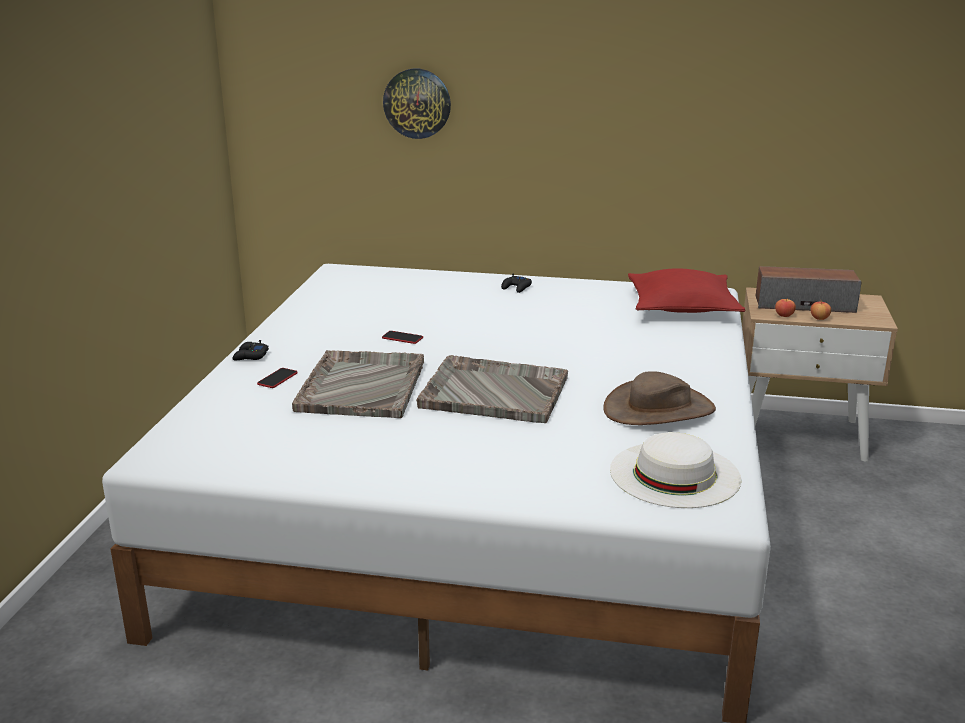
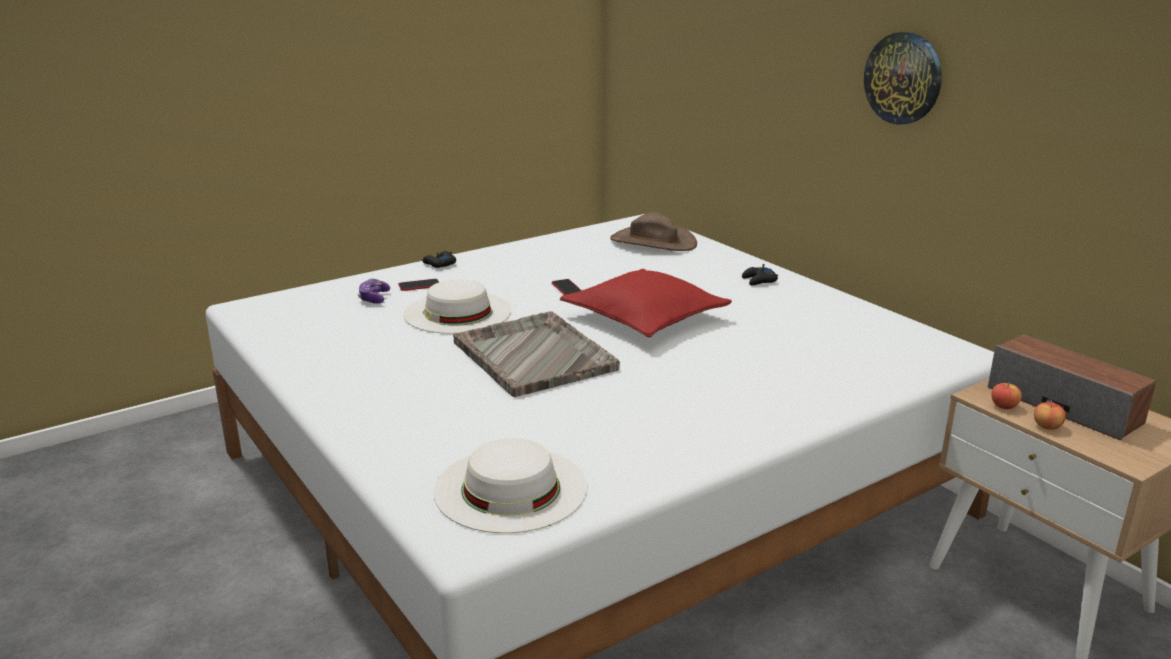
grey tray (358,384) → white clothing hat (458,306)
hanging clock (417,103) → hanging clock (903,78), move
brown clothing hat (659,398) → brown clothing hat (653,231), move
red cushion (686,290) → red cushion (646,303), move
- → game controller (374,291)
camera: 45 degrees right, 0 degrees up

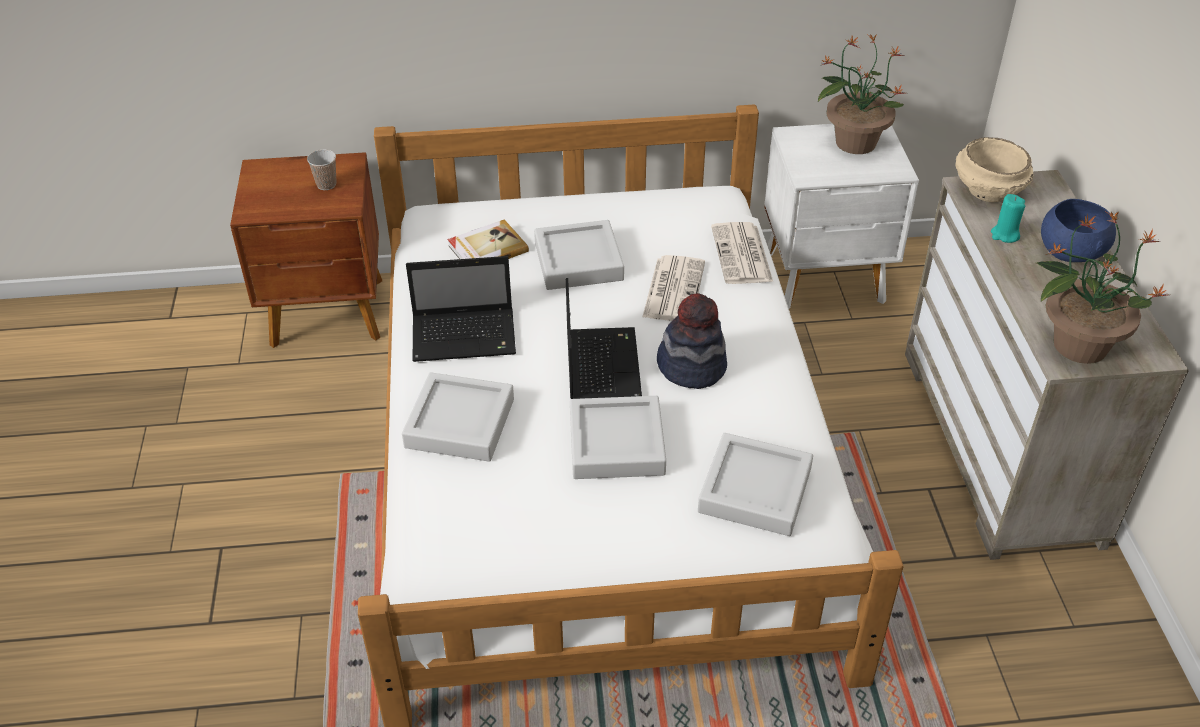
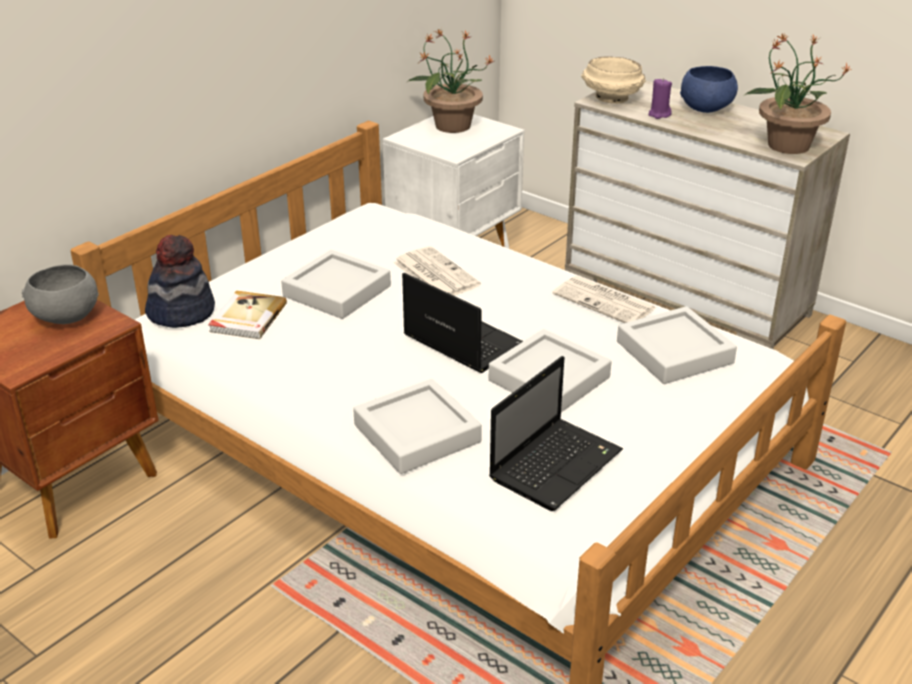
drinking cup (321,169) → grey serving bowl (60,294)
notebook computer (461,309) → notebook computer (556,433), move
clothing hat (692,341) → clothing hat (180,281), move
daily paper (742,253) → daily paper (604,299), move
turquoise-coloured wax light (1008,218) → purple-coloured wax light (660,98)
camera: 45 degrees left, 10 degrees down

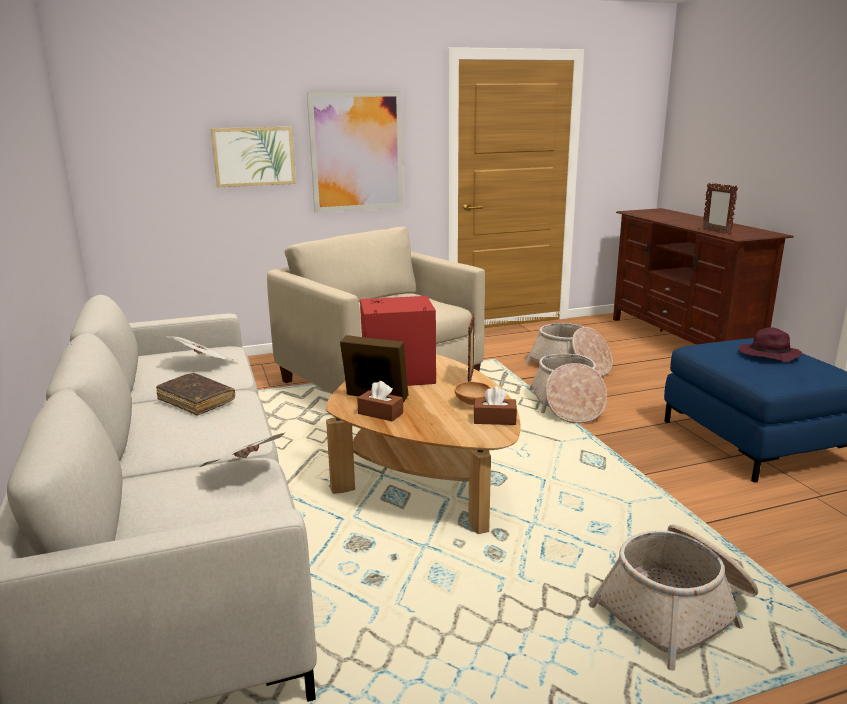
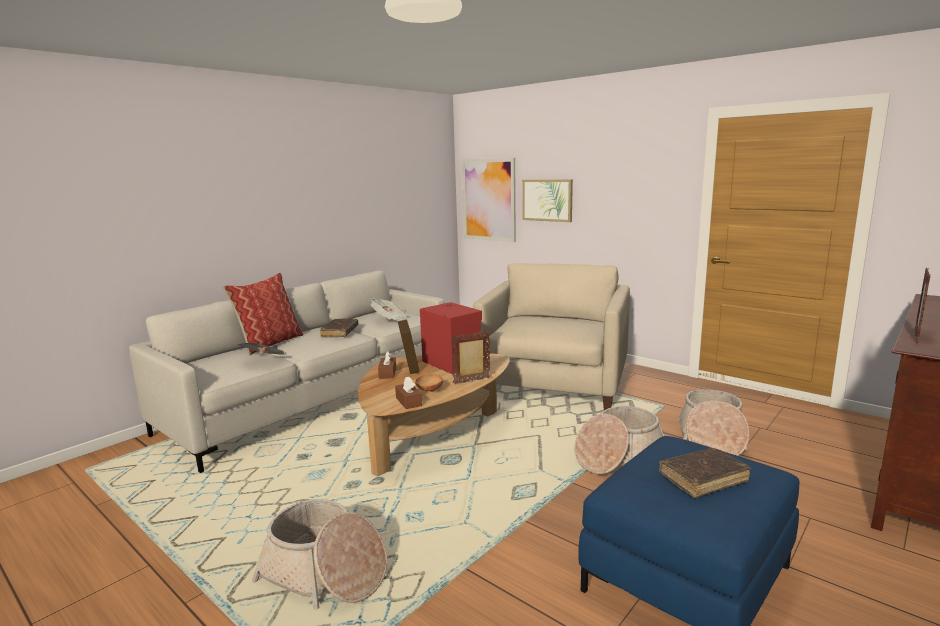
wall art (355,152) → wall art (489,200), move
purple-coloured clothing hat (770,344) → brown book (705,473)
- → cushion (263,314)
camera: 60 degrees right, 5 degrees down

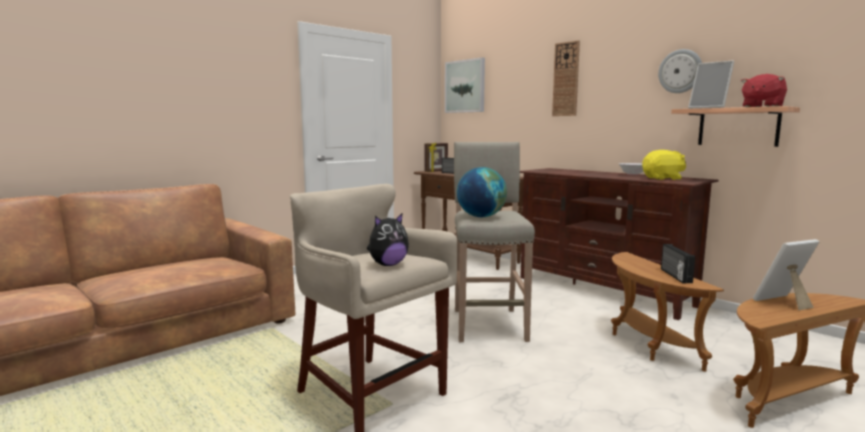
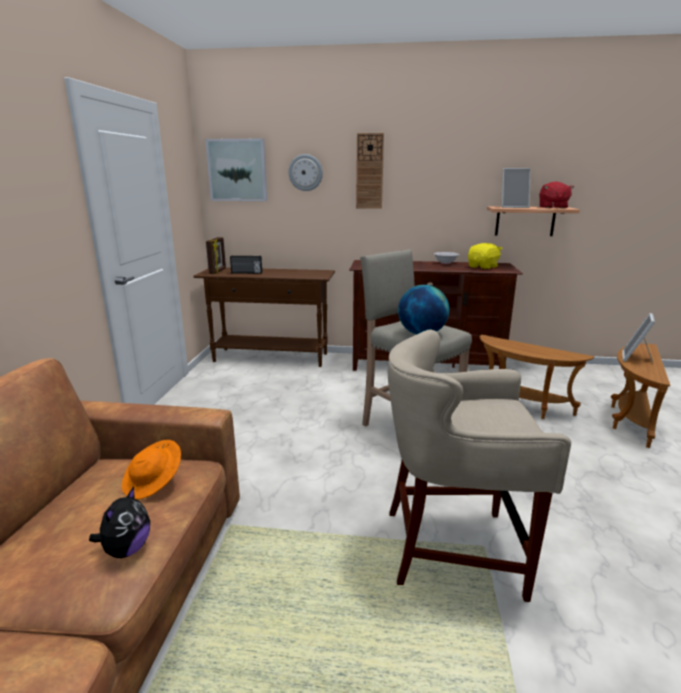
plush toy (388,239) → plush toy (119,522), move
hanging clock (680,71) → hanging clock (305,172), move
radio receiver (678,263) → -
- → orange clothing hat (151,470)
camera: 40 degrees left, 10 degrees up

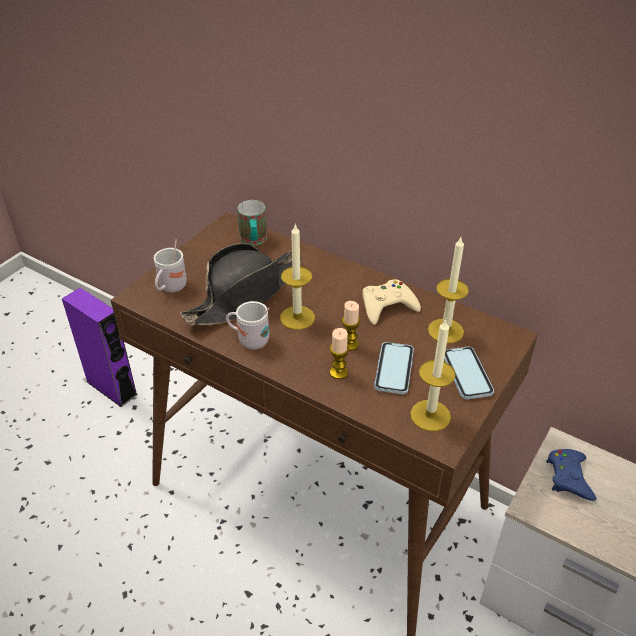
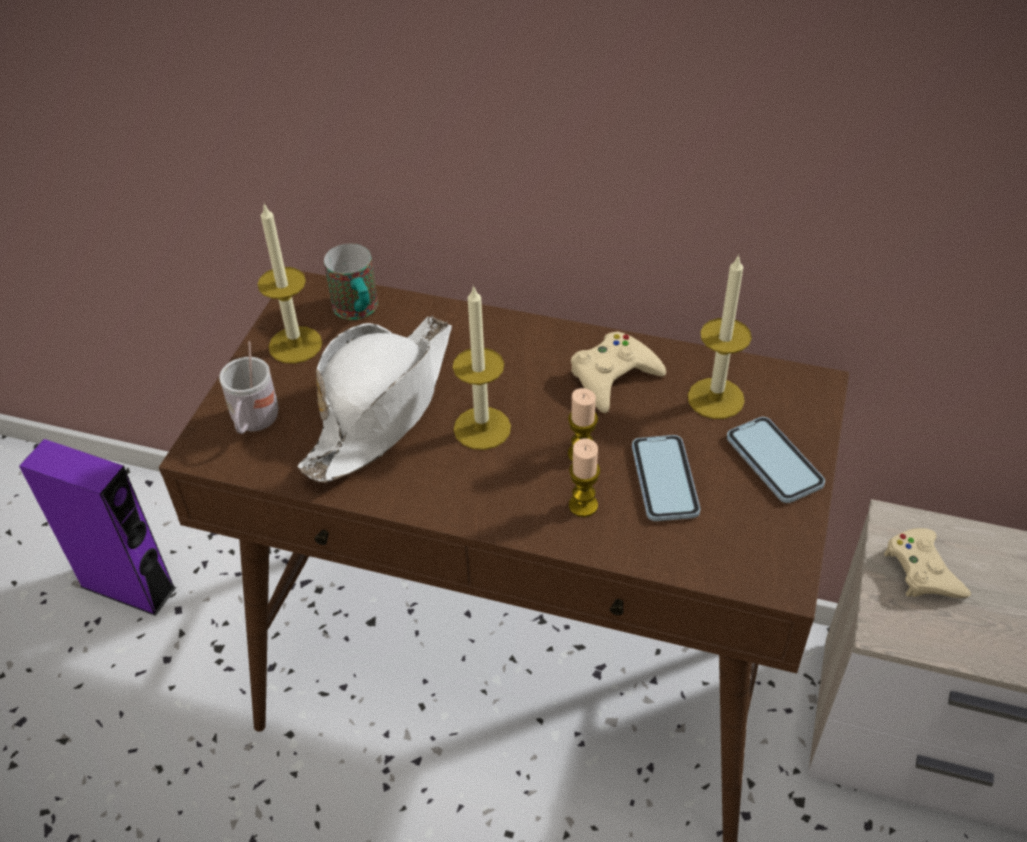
black clothing hat (241,284) → white clothing hat (374,399)
white mug (248,325) → -
wax light (433,375) → wax light (290,283), move
bluish game controller (571,475) → sand-coloured game controller (927,563)
camera: 15 degrees left, 5 degrees up

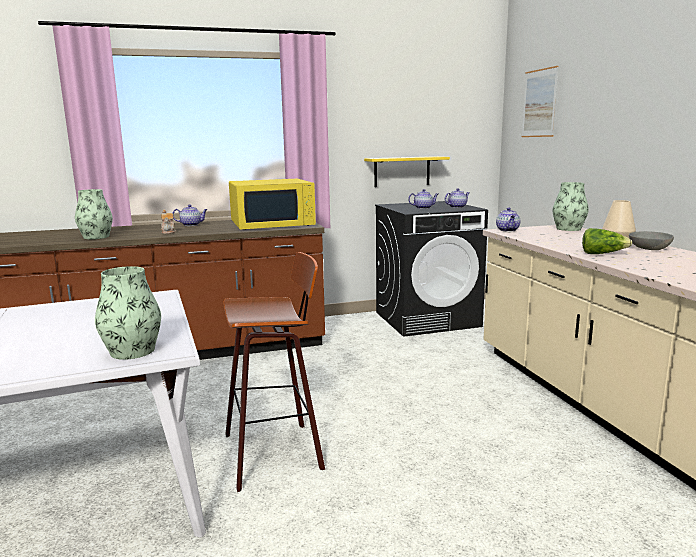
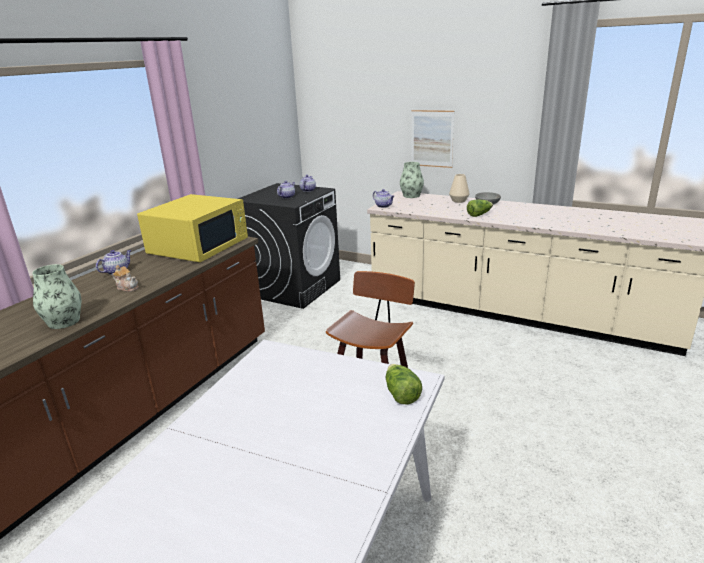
vase (128,313) → lettuce head (404,384)
yellow shelf (407,171) → -
wall art (540,101) → wall art (432,139), move
camera: 45 degrees left, 10 degrees up

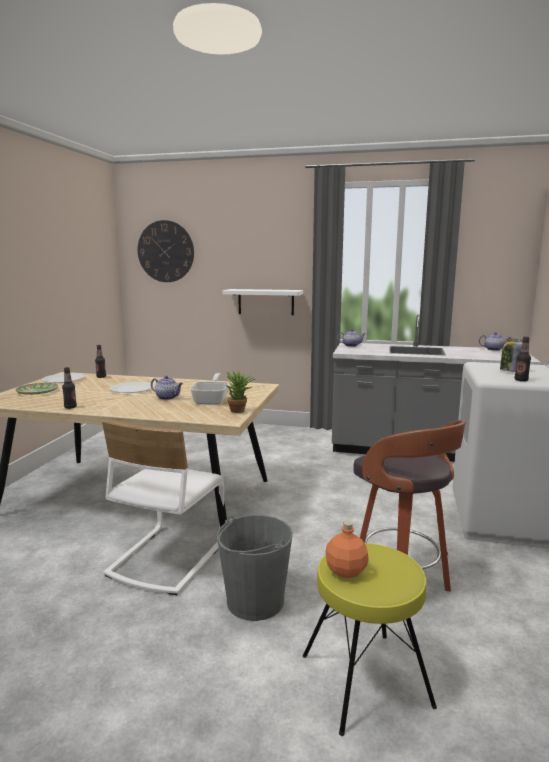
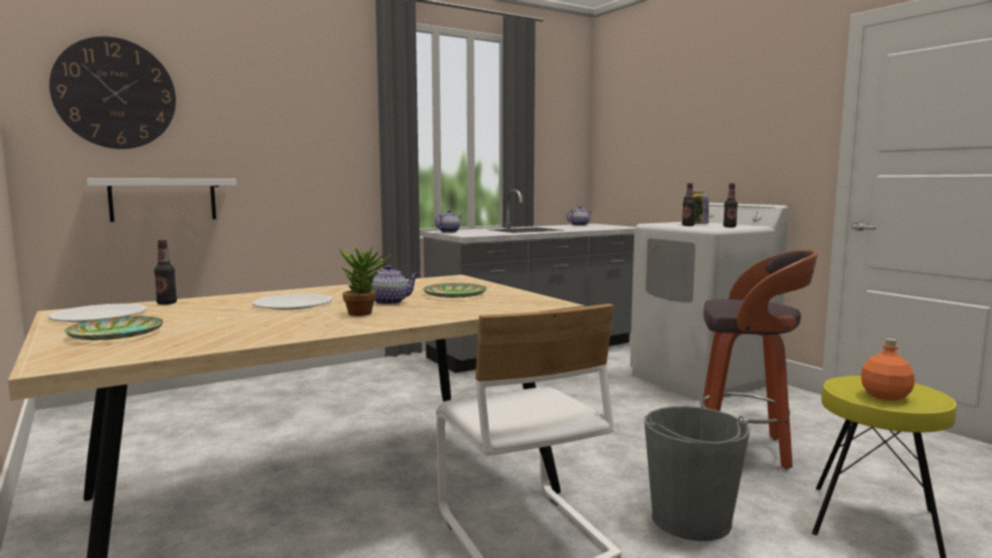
beverage bottle (69,388) → beverage bottle (689,204), move
skillet (209,389) → plate (455,290)
white shelf (263,302) → white shelf (162,200), move
potted plant (240,391) → potted plant (364,281), move
camera: 45 degrees left, 5 degrees down

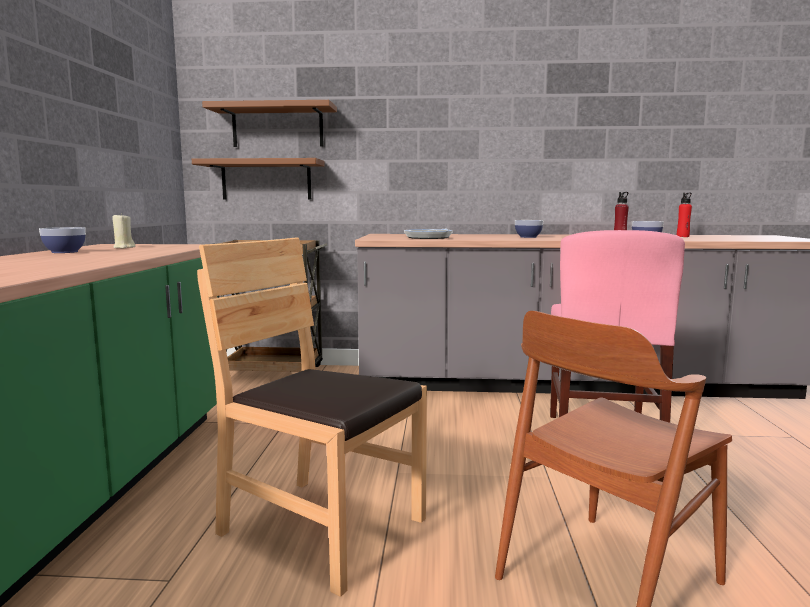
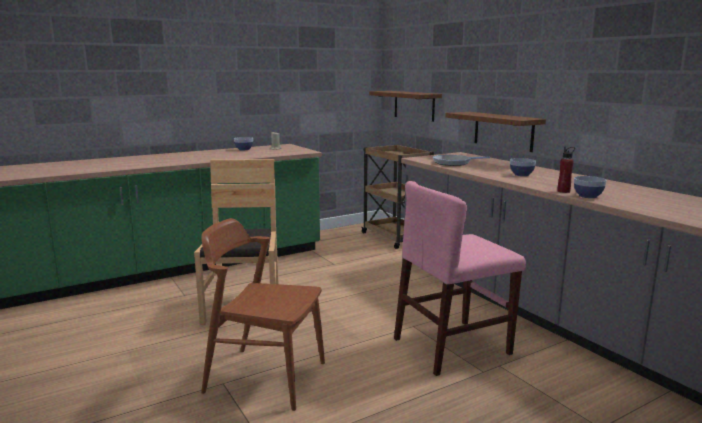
brown shelf (269,123) → brown shelf (495,132), move
red beverage bottle (684,215) → -
camera: 55 degrees right, 5 degrees up

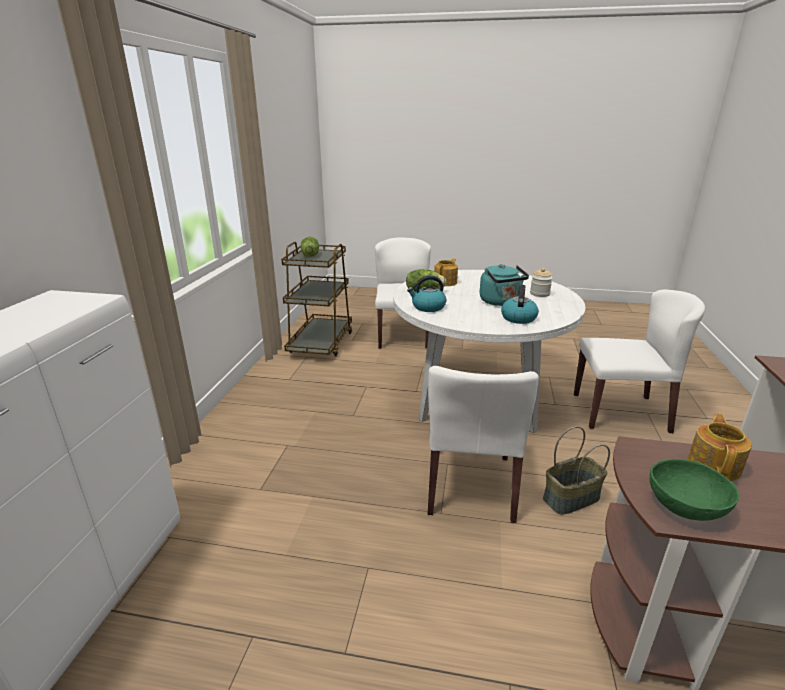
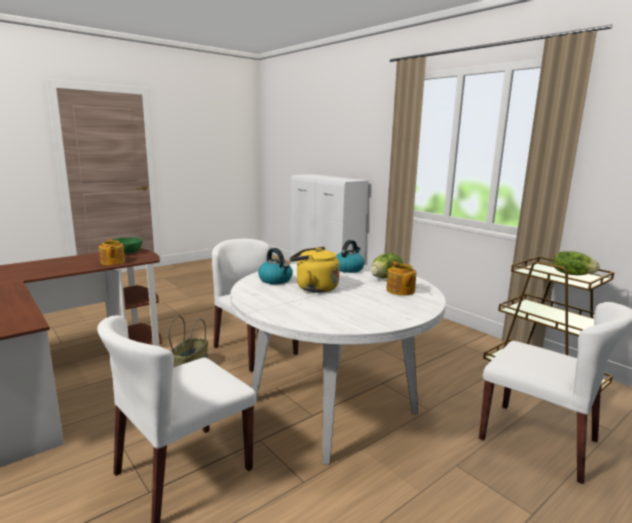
turquoise-coloured water kettle (504,285) → yellow water kettle (315,270)
storage jar (541,282) → -
camera: 130 degrees right, 10 degrees down

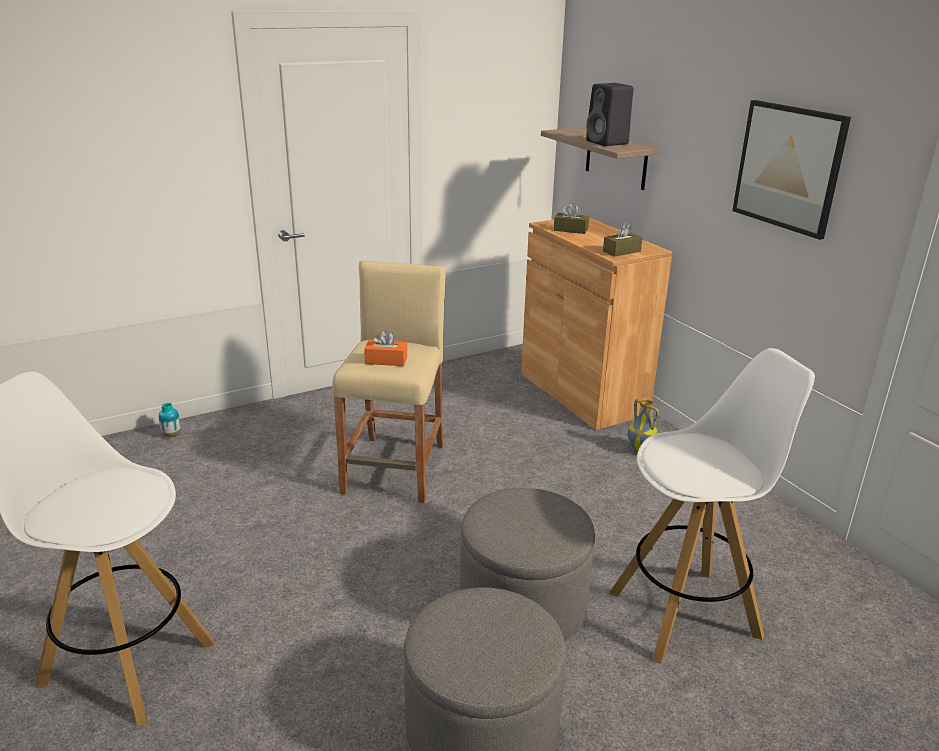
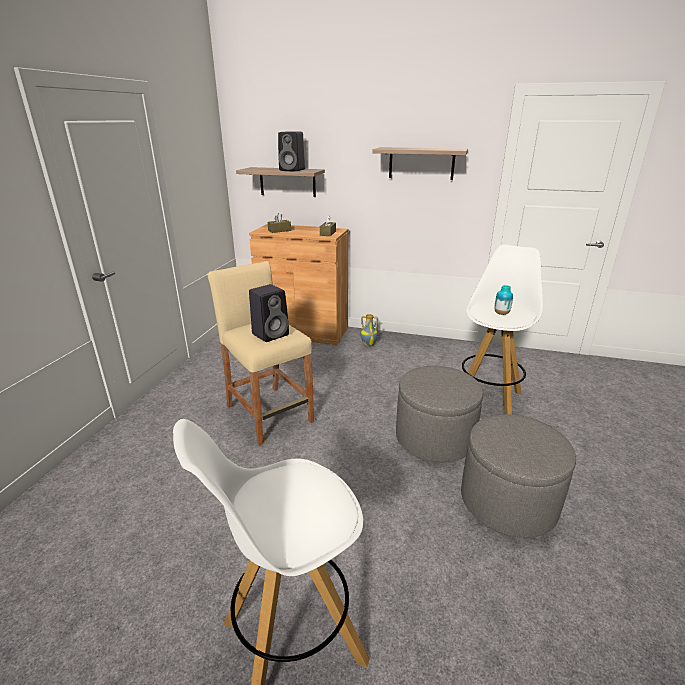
vase (170,420) → vase (504,300), move
orange tissue box (385,348) → black speaker (269,313)
wall art (791,170) → shelf (420,163)
camera: 45 degrees left, 0 degrees up

